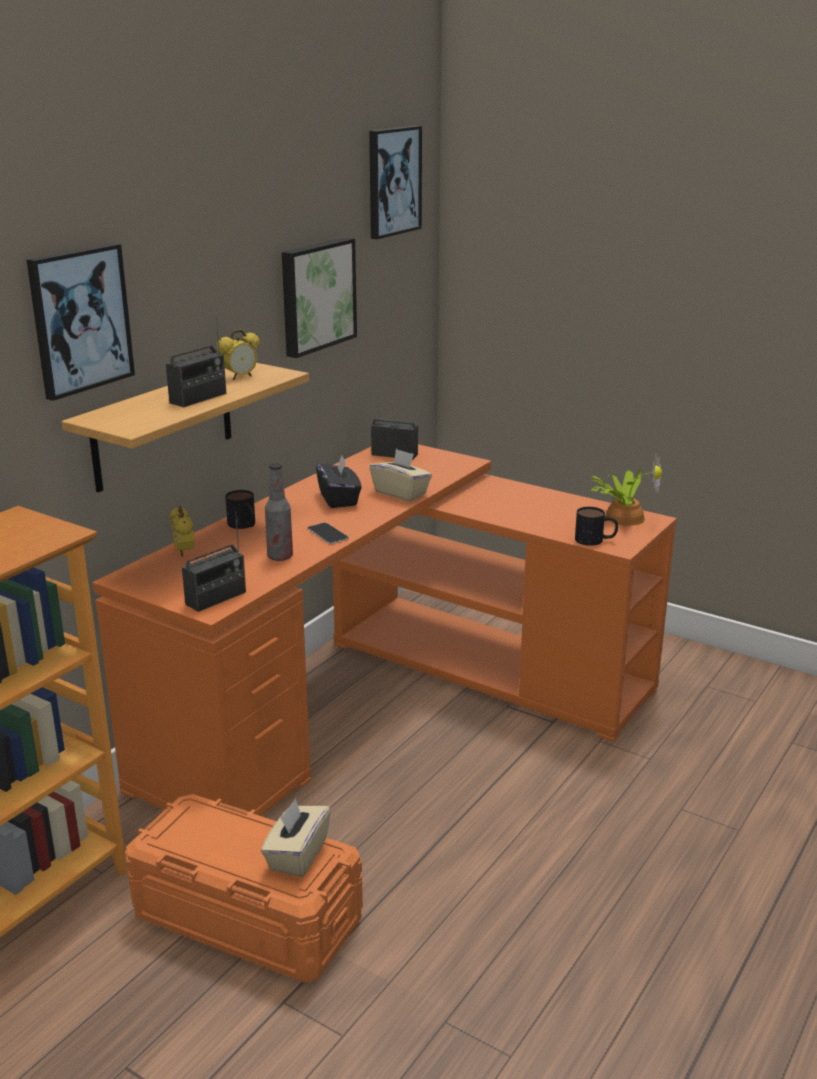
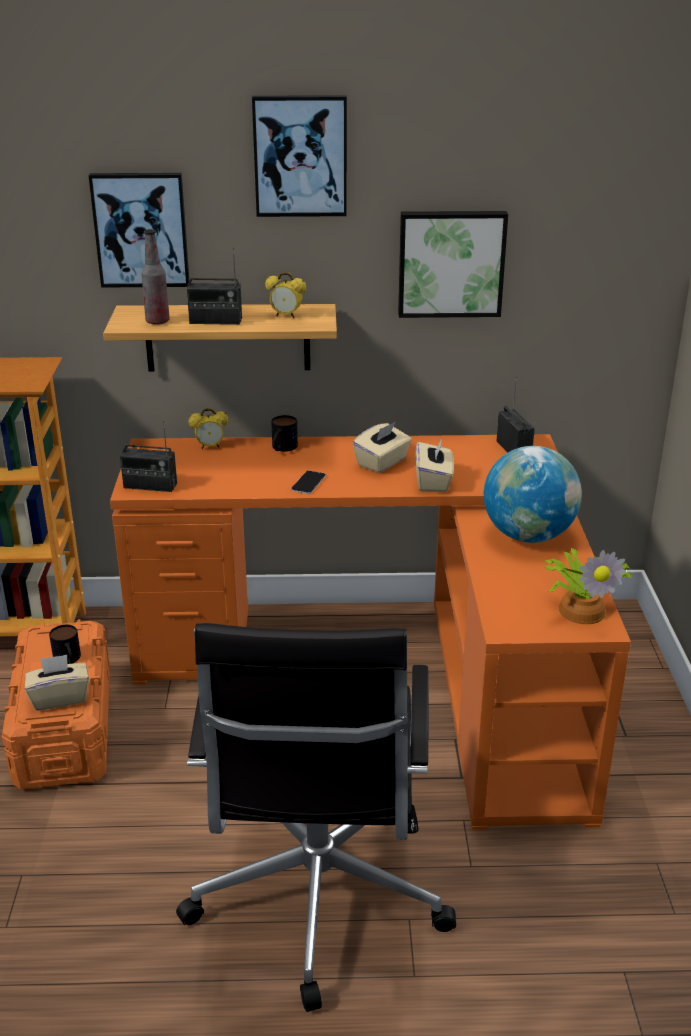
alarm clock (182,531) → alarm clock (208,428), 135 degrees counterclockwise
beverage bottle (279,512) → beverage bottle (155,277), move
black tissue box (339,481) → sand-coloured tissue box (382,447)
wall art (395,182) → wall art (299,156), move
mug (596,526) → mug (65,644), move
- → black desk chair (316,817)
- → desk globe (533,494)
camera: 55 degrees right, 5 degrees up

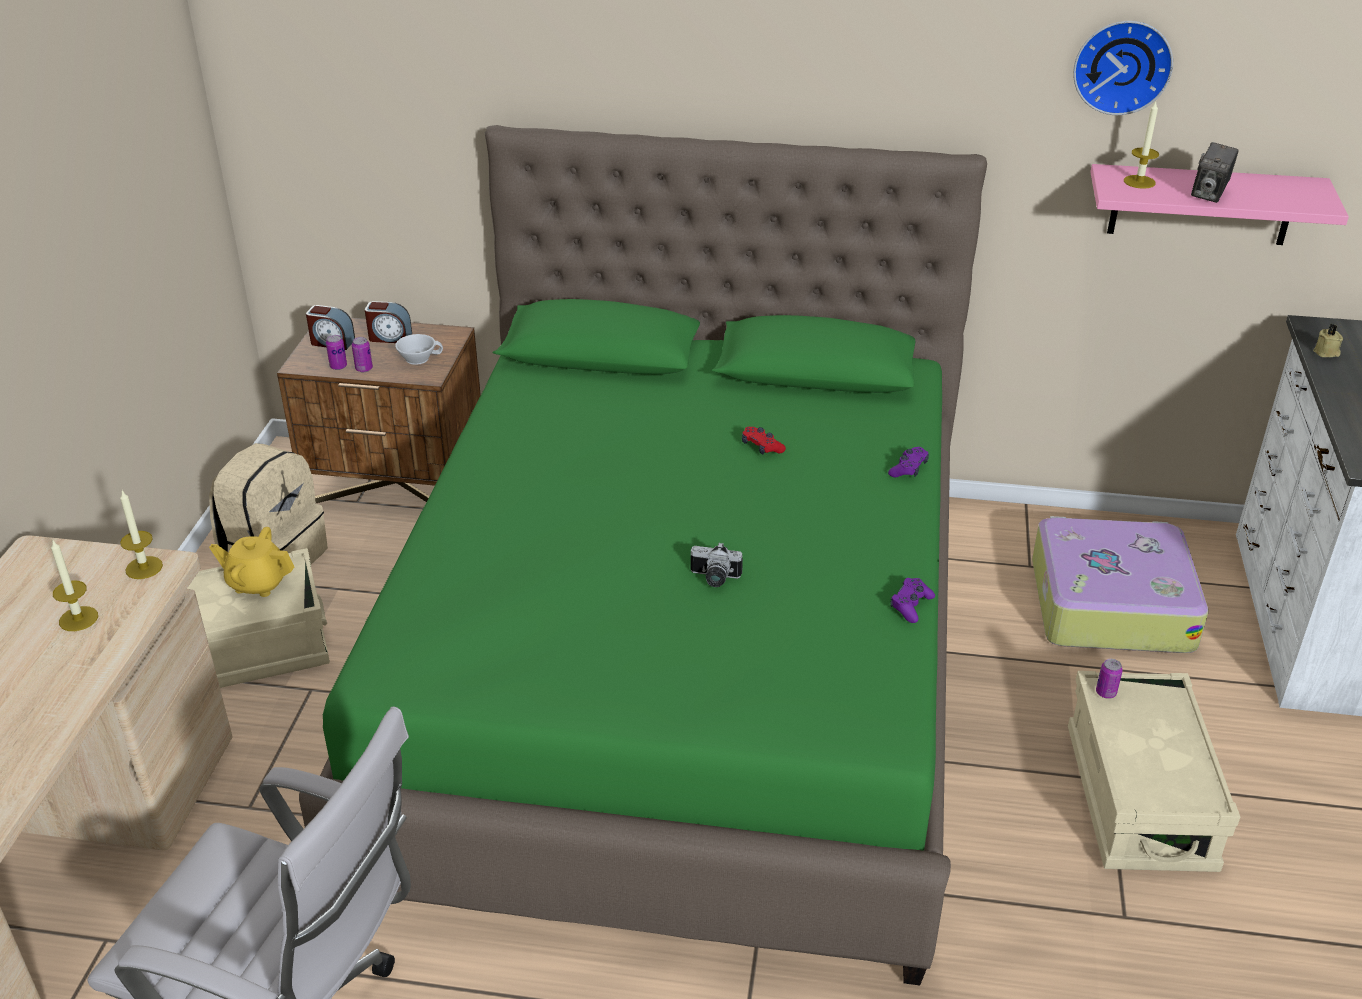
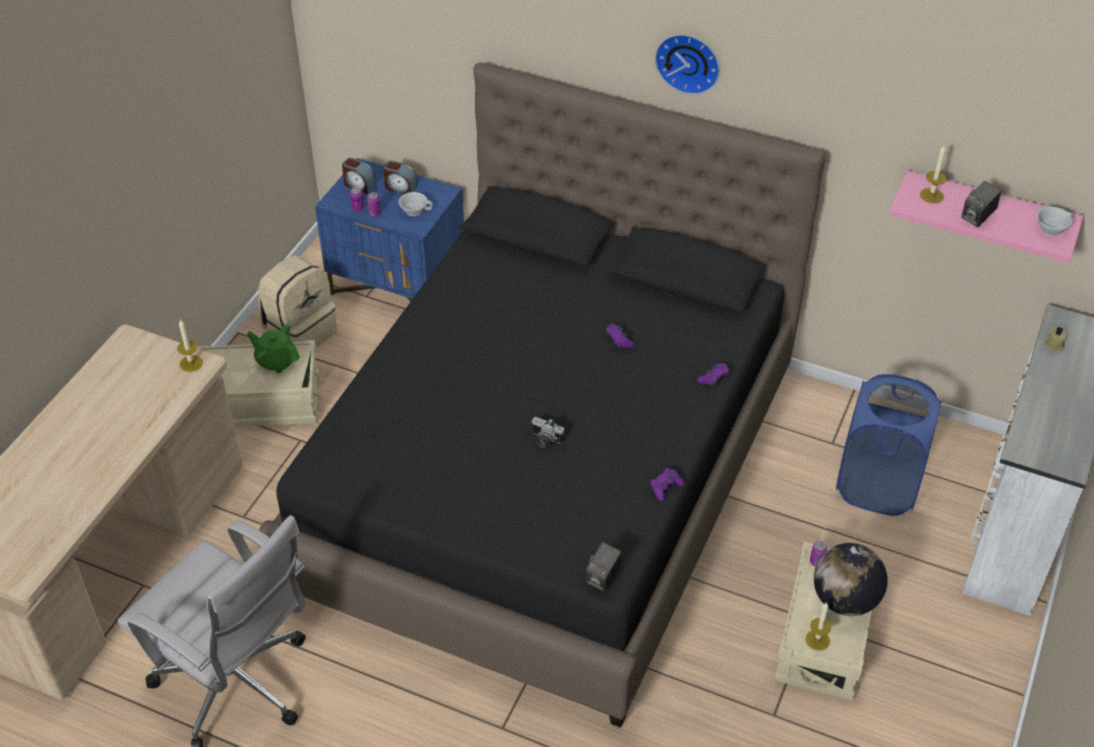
wax light (74,586) → wax light (818,626), move
yellow tea pot (251,562) → greenish tea pot (273,348)
brown night table (379,410) → bluish night table (389,230)
greenish bedroom bed (643,555) → black bedroom bed (542,395)
red game controller (764,440) → purple-coloured game controller (620,336)
piece of luggage (1120,584) → bluish washing basket (889,445)
hanging clock (1123,68) → hanging clock (687,64), move
- → still camera (604,566)
- → desk globe (851,579)
- → white drinking cup (1055,221)
camera: 15 degrees right, 10 degrees up

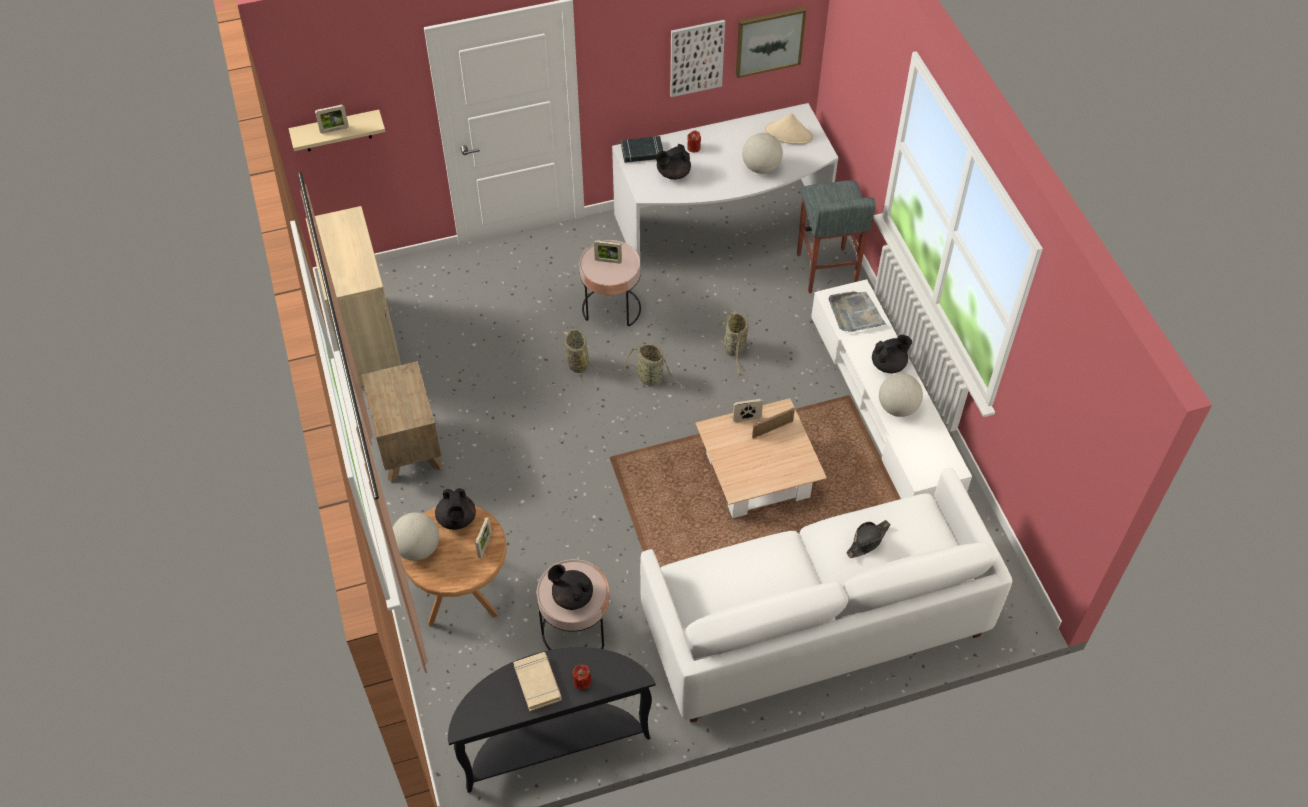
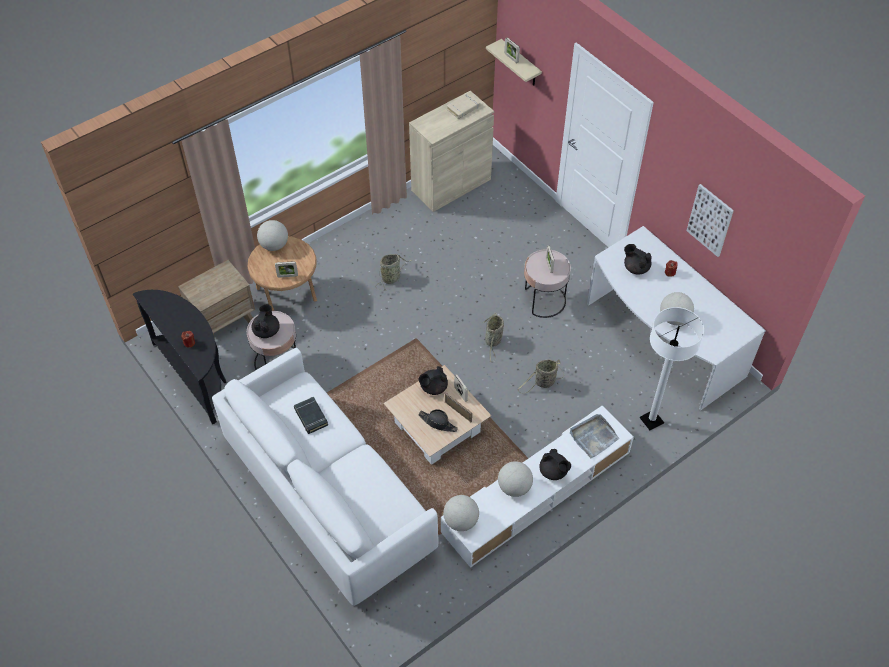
brown night table (402,422) → brown night table (216,299), move
black tea pot (455,509) → black tea pot (433,380), move
sand-coloured book (537,681) → sand-coloured book (464,106), move
storage basket (581,356) → storage basket (393,272), move
black book (642,149) → black book (311,415), move
wall art (771,42) → -
sand-coloured clothing hat (789,129) → -
grey stool seat (836,236) → white standard lamp (672,368)
black clothing hat (868,539) → black clothing hat (438,420), move
- → desk globe (461,513)
camera: 70 degrees right, 0 degrees up

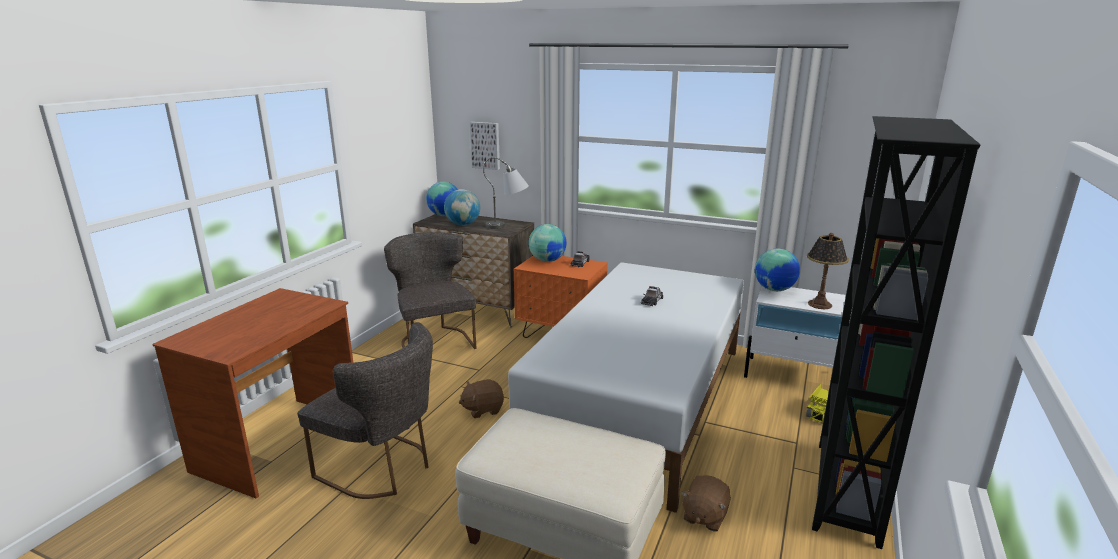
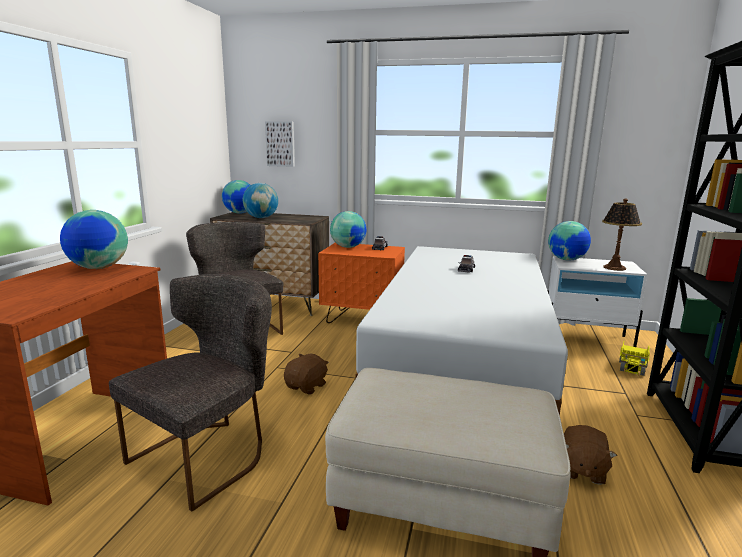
grey upright chair (365,410) → grey upright chair (190,393), 75 degrees counterclockwise
brown plush toy (481,398) → brown plush toy (306,374), 150 degrees clockwise
grey tabletop lamp (506,193) → -
- → desk globe (94,239)
camera: 10 degrees left, 5 degrees down

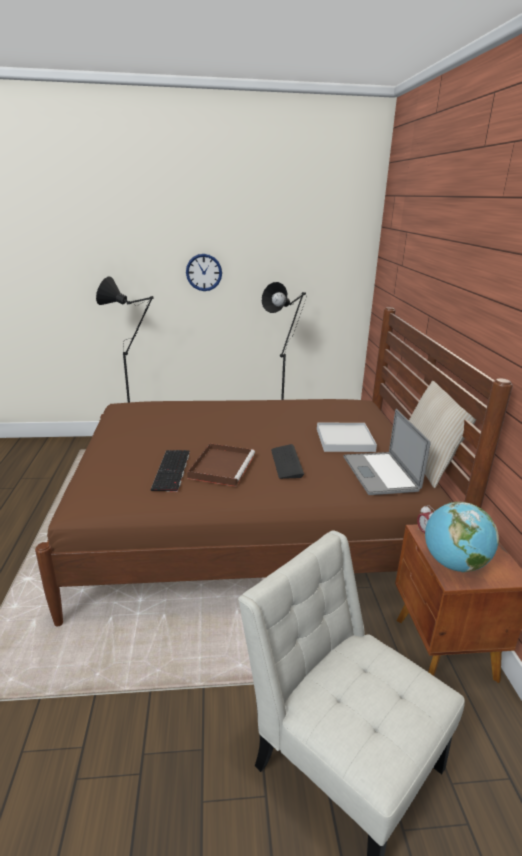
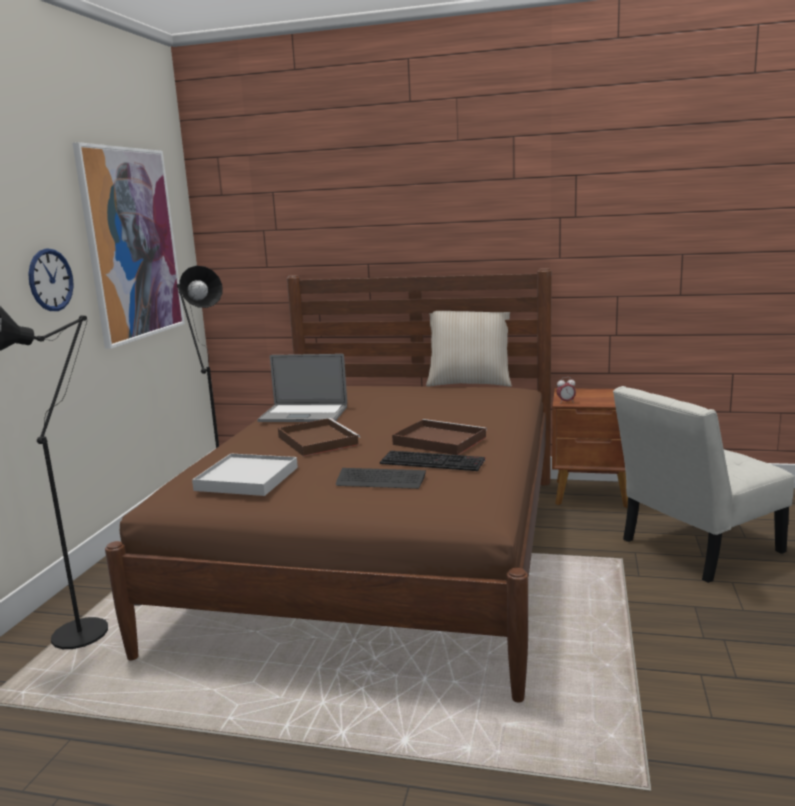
PC keyboard (287,461) → PC keyboard (381,478), move
white tray (347,437) → white tray (245,475), move
notebook computer (387,452) → notebook computer (302,388), move
desk globe (462,537) → -
- → wall art (129,245)
- → brown tray (319,437)
camera: 70 degrees left, 10 degrees down

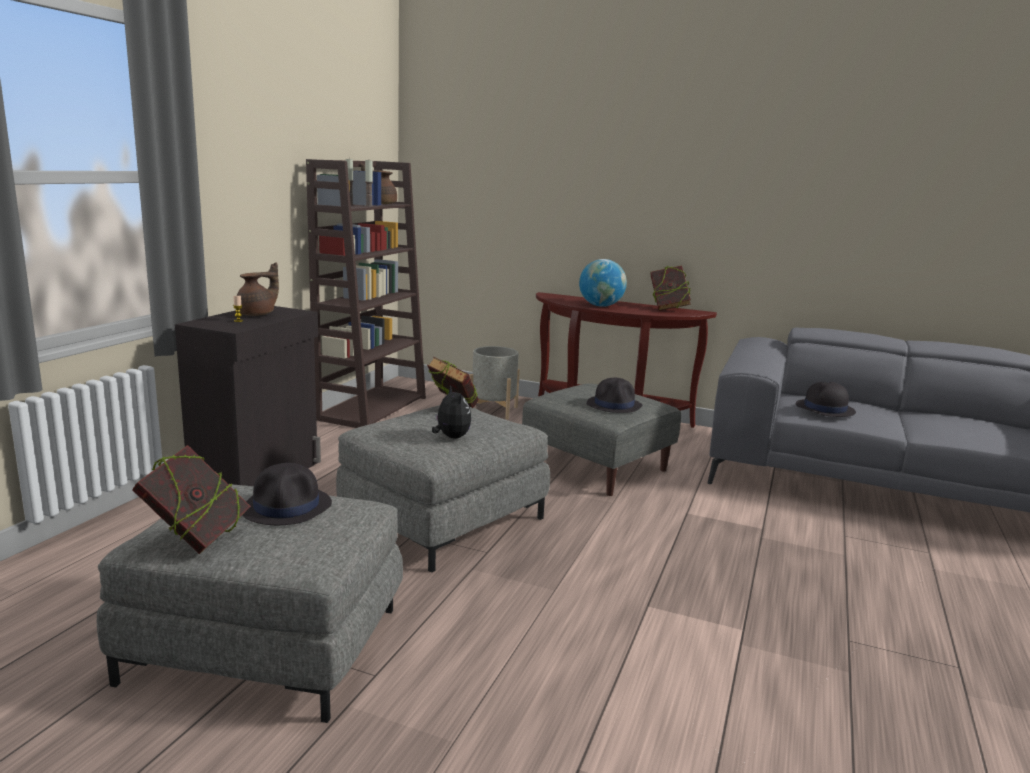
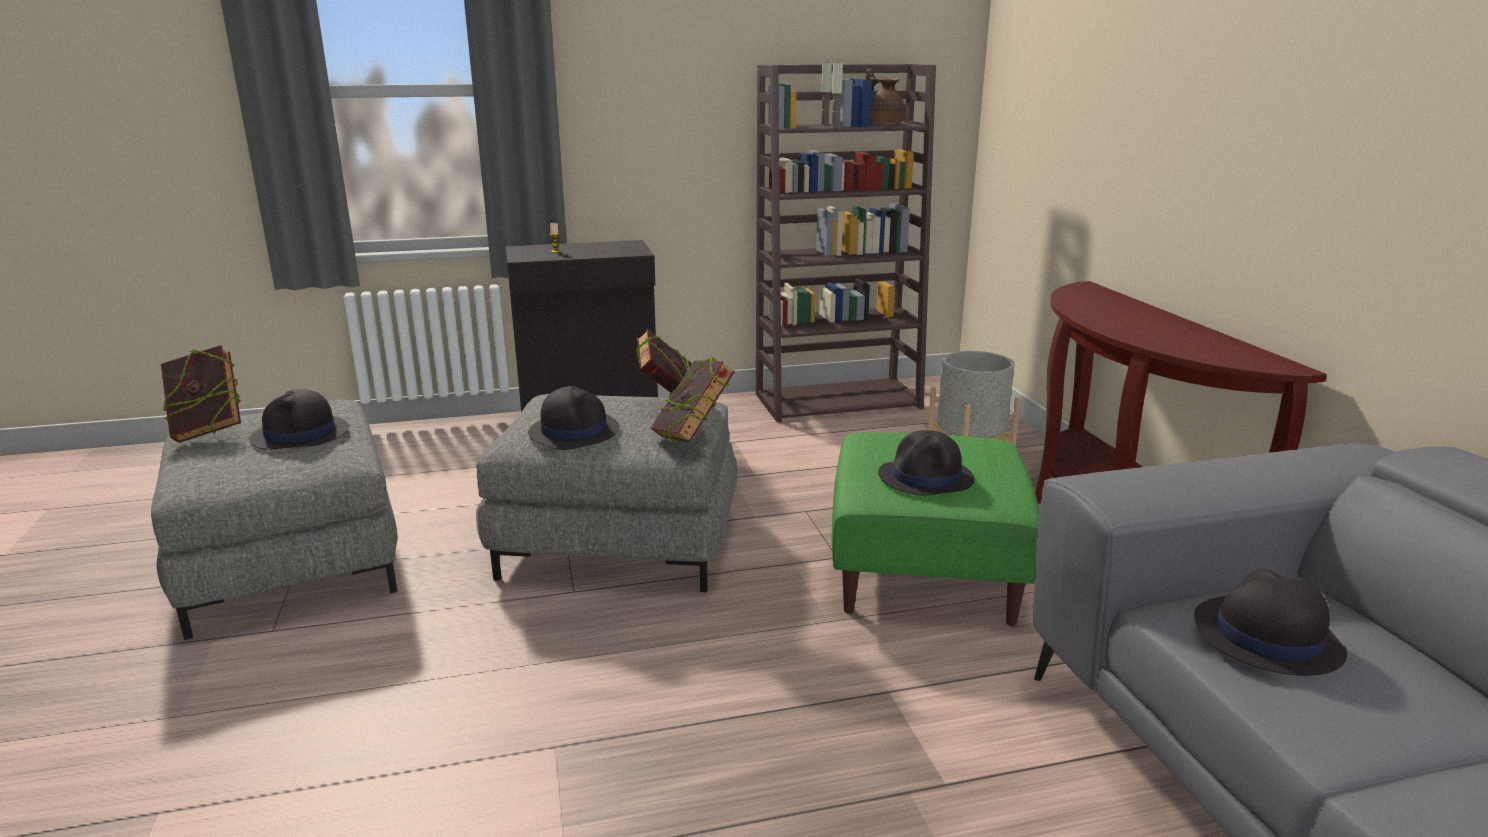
brown tea pot (258,289) → -
plush toy (451,412) → black clothing hat (574,418)
grey ottoman (601,440) → greenish ottoman (936,529)
desk globe (603,283) → -
book (670,288) → book (693,400), move
camera: 55 degrees right, 5 degrees up

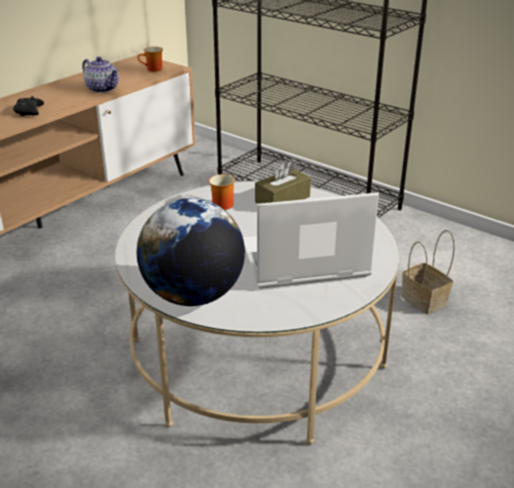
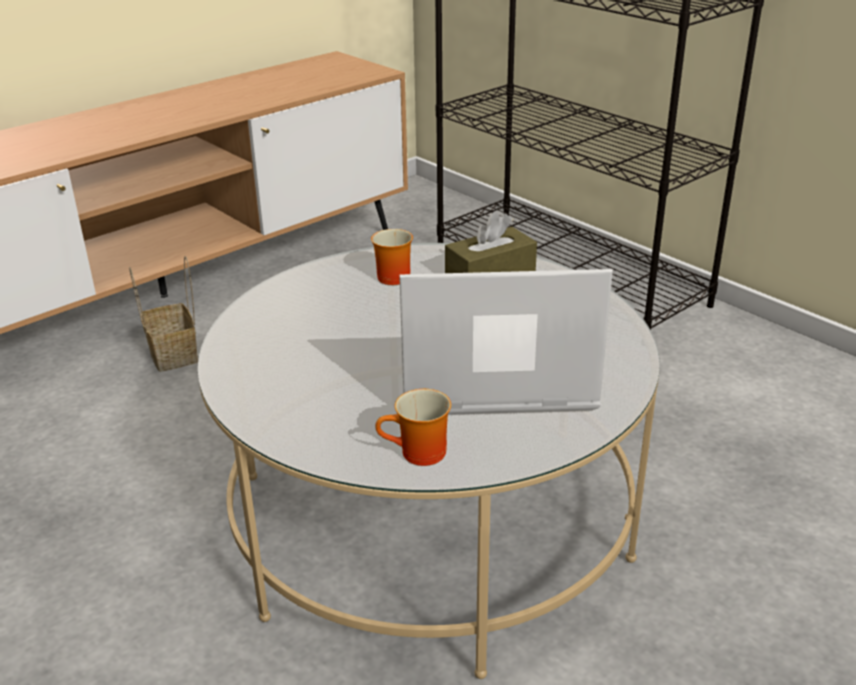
black game controller (28,106) → -
tea pot (100,75) → -
desk globe (191,252) → -
mug (150,59) → mug (413,427), move
storage basket (428,272) → storage basket (163,314), move
camera: 10 degrees right, 0 degrees up

